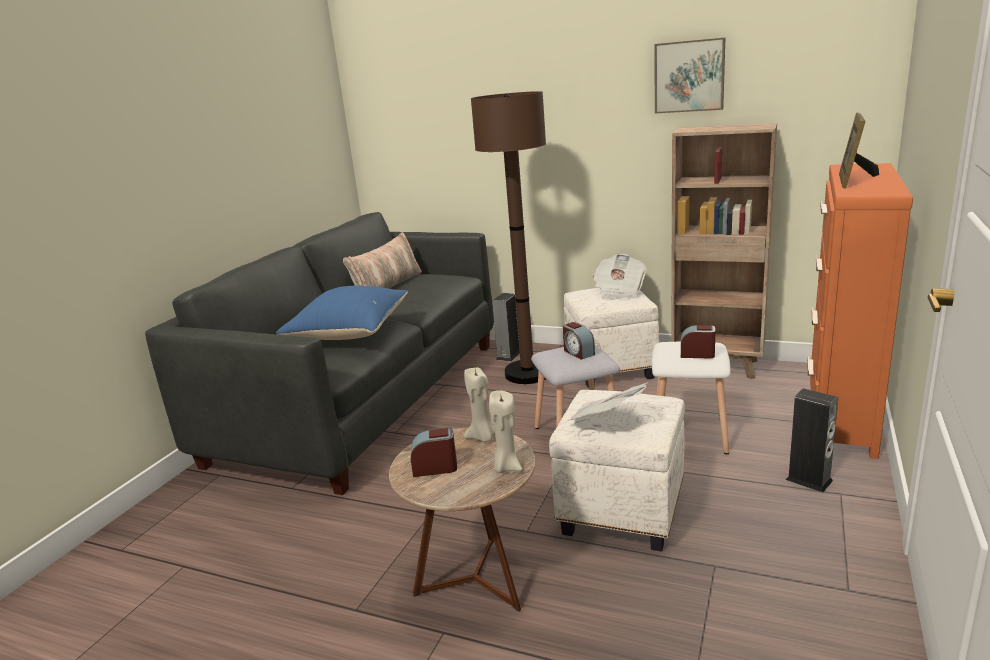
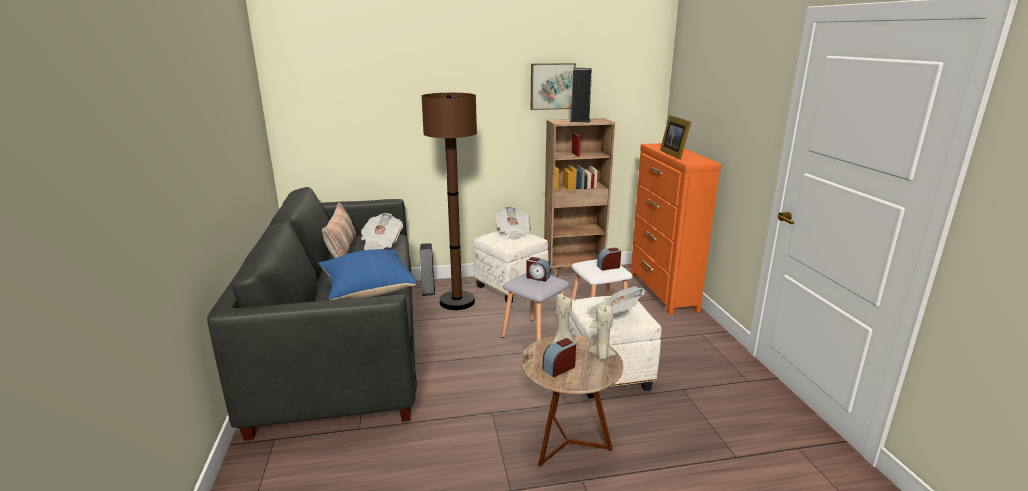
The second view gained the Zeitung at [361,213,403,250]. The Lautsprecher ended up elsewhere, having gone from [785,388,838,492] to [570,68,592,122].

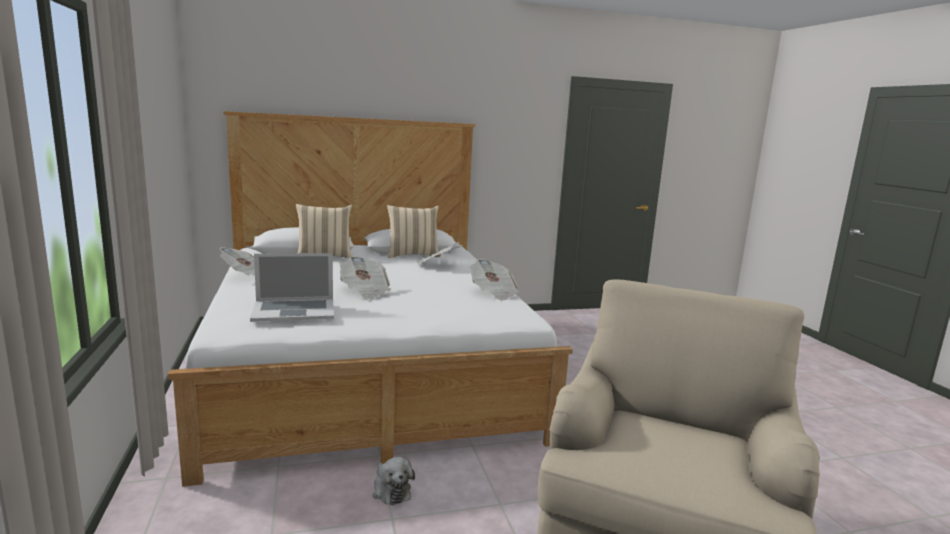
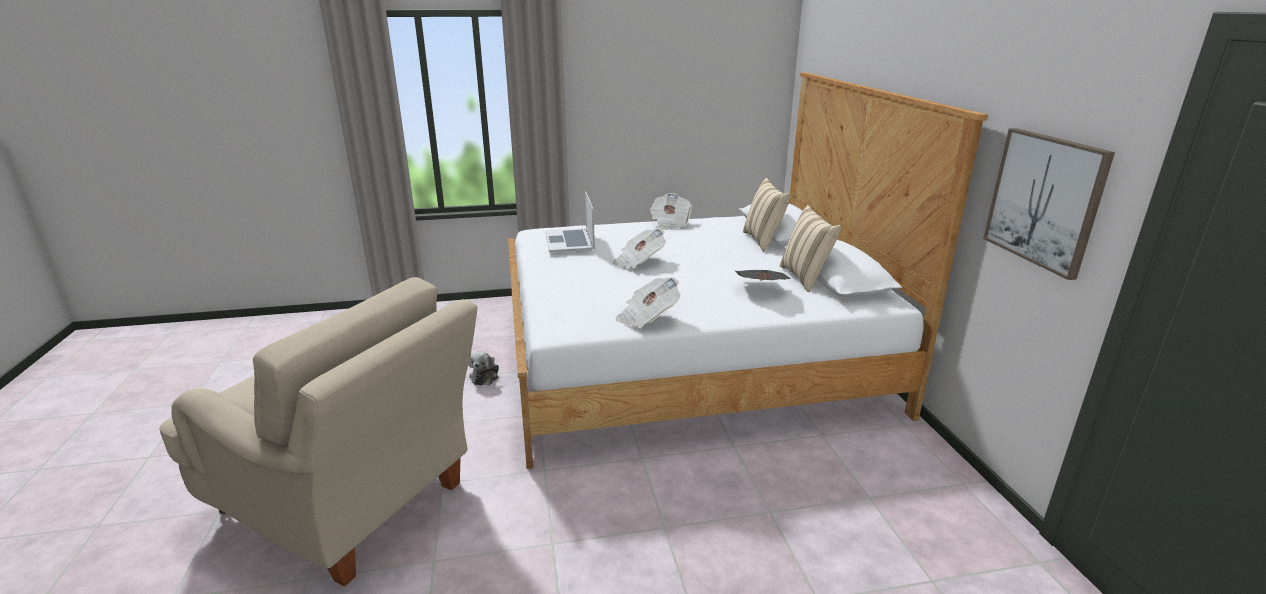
The second view gained the Bild at [983,128,1115,280]. The Plüschtier at [373,457,415,505] ended up facing another way, 60 degrees counterclockwise from before.

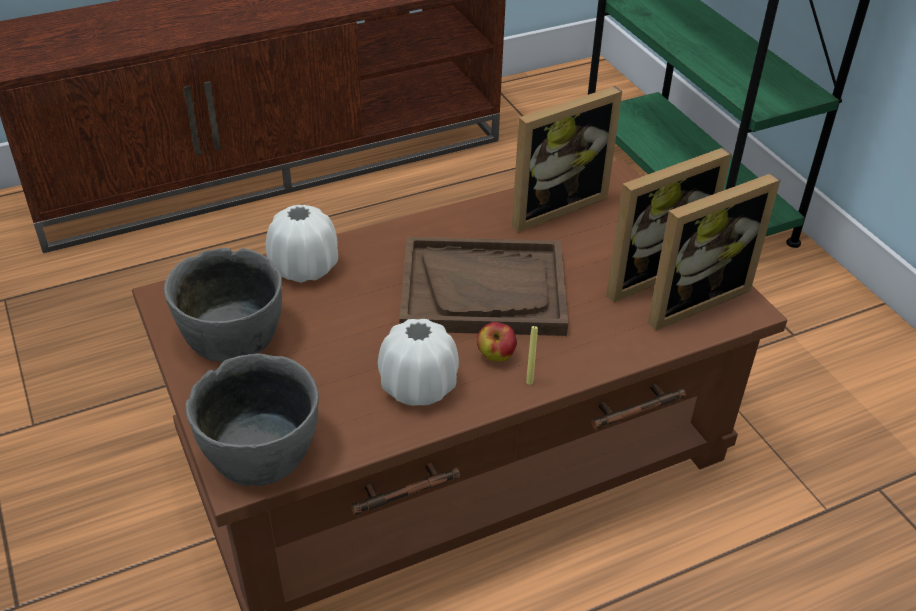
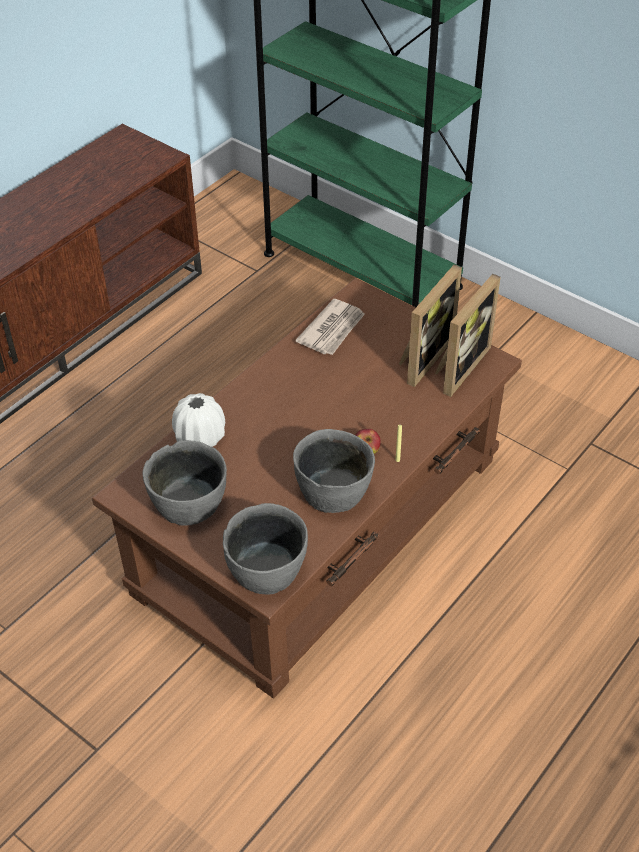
The second view lost the Tablett [braun] at [399,237,568,336]. Where the Vase [weiß] stood at [378,319,459,406], the Schüssel [grau] came to stand at [293,429,375,513]. Where the Bilderrahmen stood at [512,86,622,232], the Zeitung came to stand at [295,299,365,355].

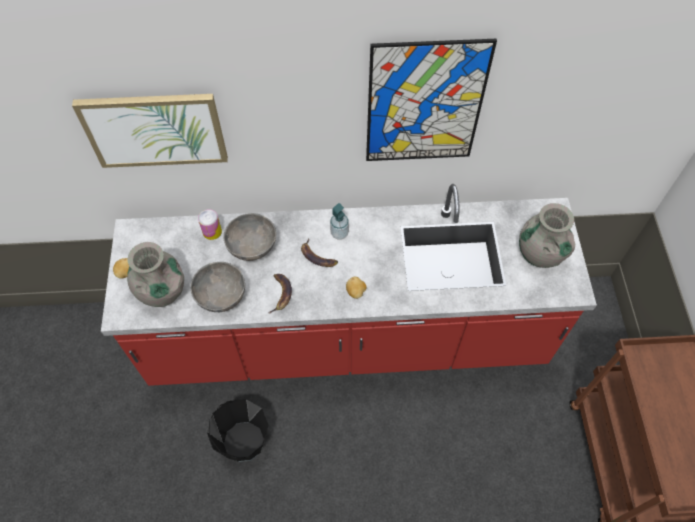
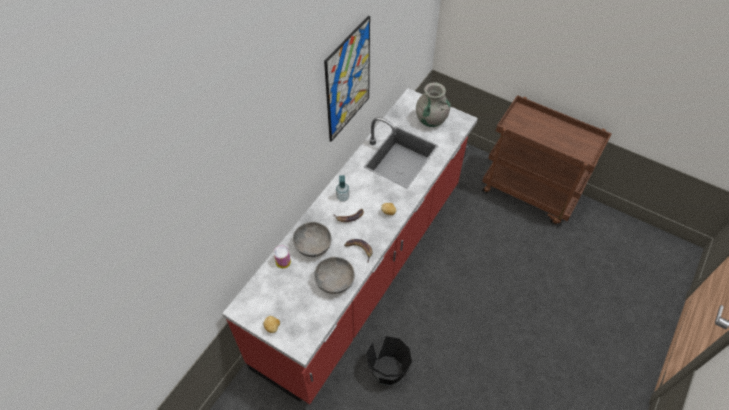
The second view lost the Bild at [72,94,228,168]. The second view lost the Vase [grau] at [127,242,184,307].

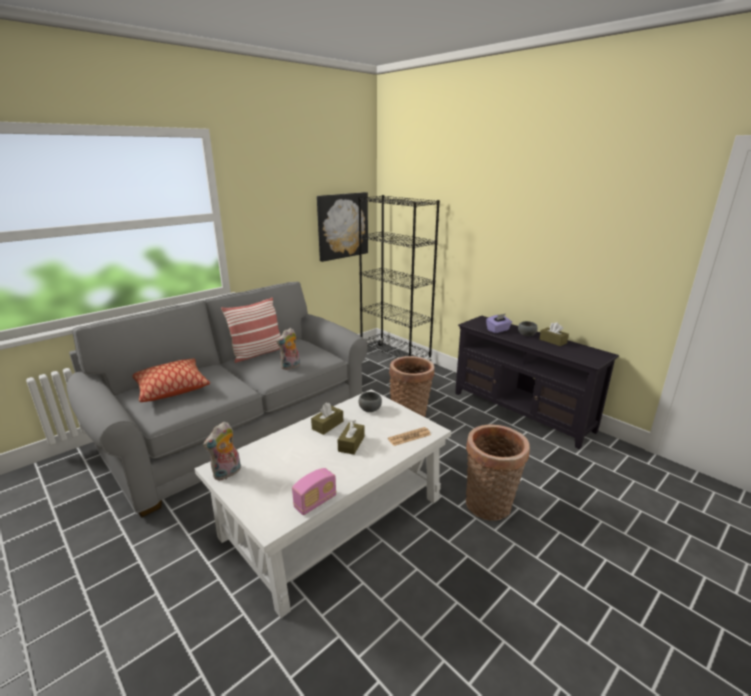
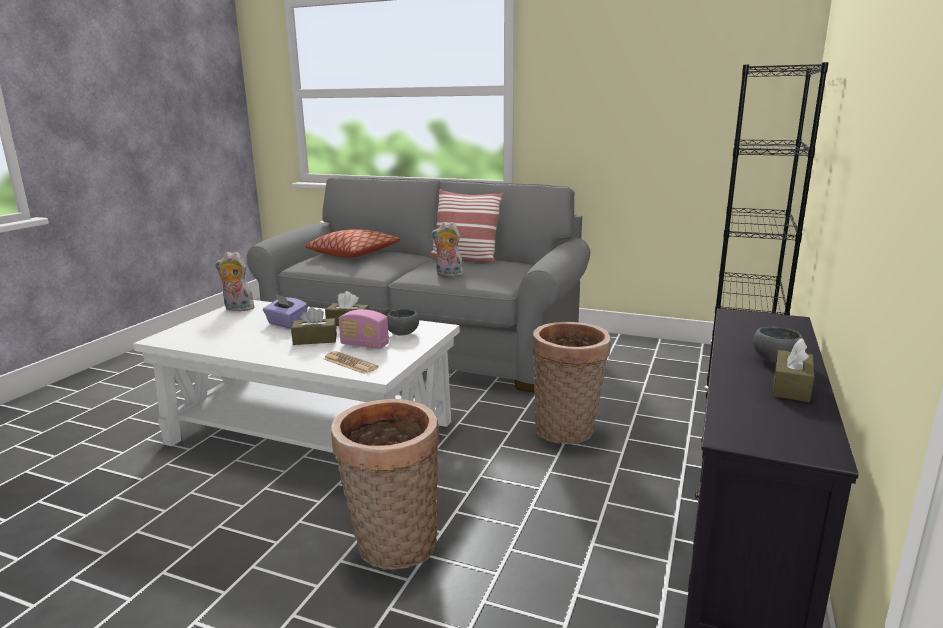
The second view lost the Bild at [317,192,368,262]. The Radio ended up elsewhere, having gone from [292,468,336,515] to [339,309,389,349]. The Taschentuchbox [lila] ended up elsewhere, having gone from [486,313,512,333] to [263,294,308,329].

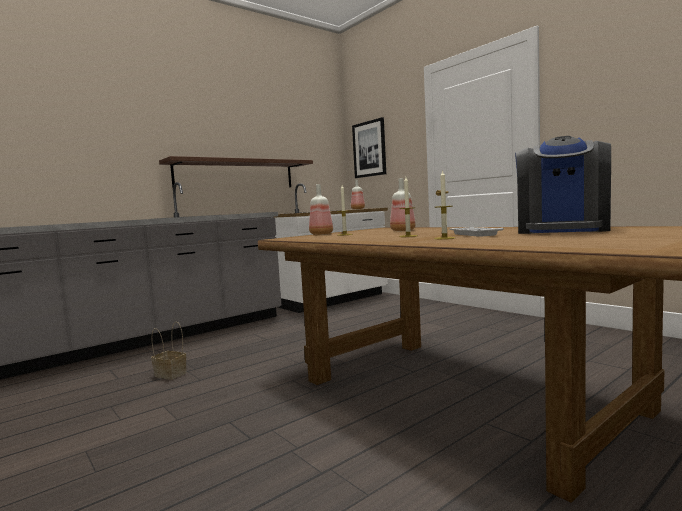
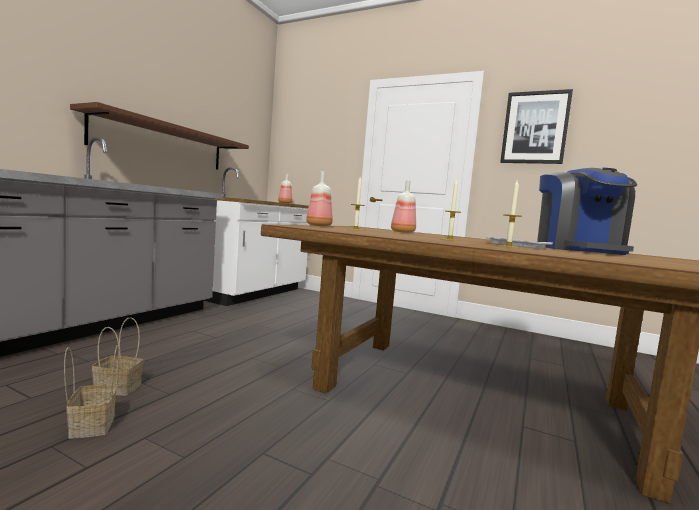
The second view gained the Korb at [64,345,119,439]. The Bild ended up elsewhere, having gone from [352,117,386,178] to [500,89,573,164].

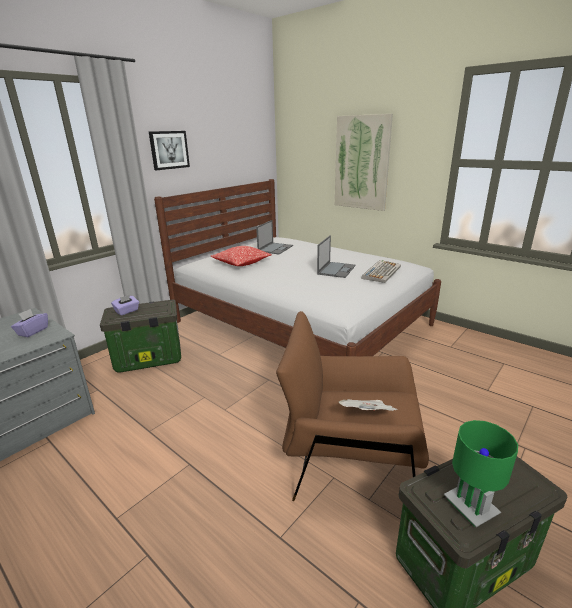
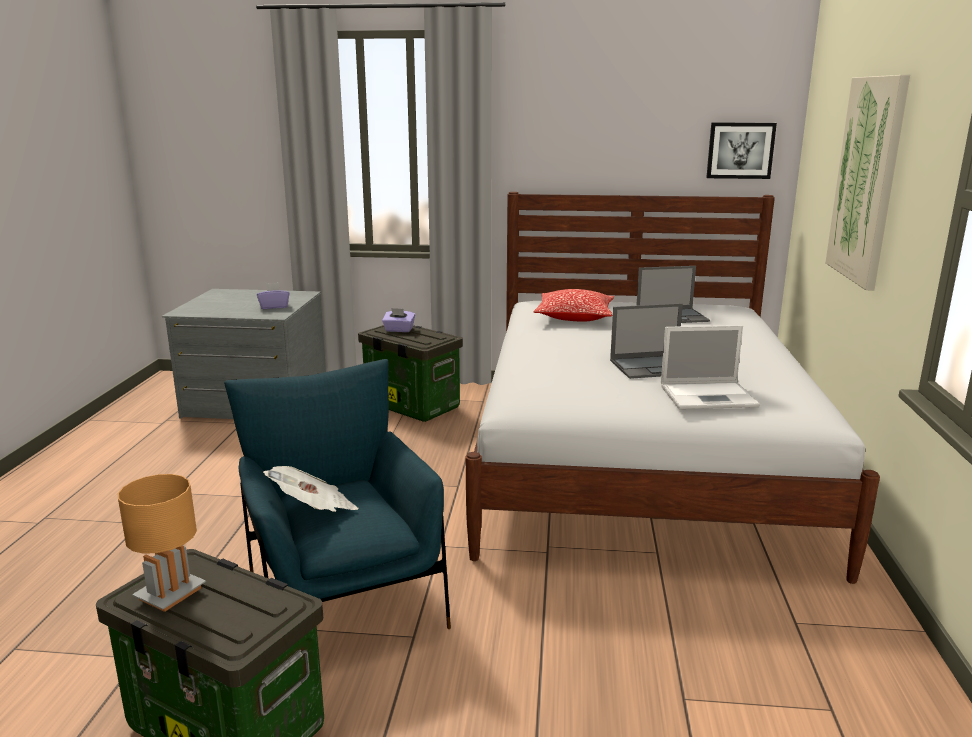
The Bild ended up elsewhere, having gone from [149,131,190,170] to [706,123,777,179]. Where the Tastatur stood at [361,260,401,283], the Laptop came to stand at [661,325,760,409]. What was the Sessel [braun] at [276,311,429,501] turned into the Sessel [blau] at [224,359,451,629]. What was the Tischlampe [grün] at [444,420,518,527] turned into the Tischlampe [braun] at [117,474,206,612].

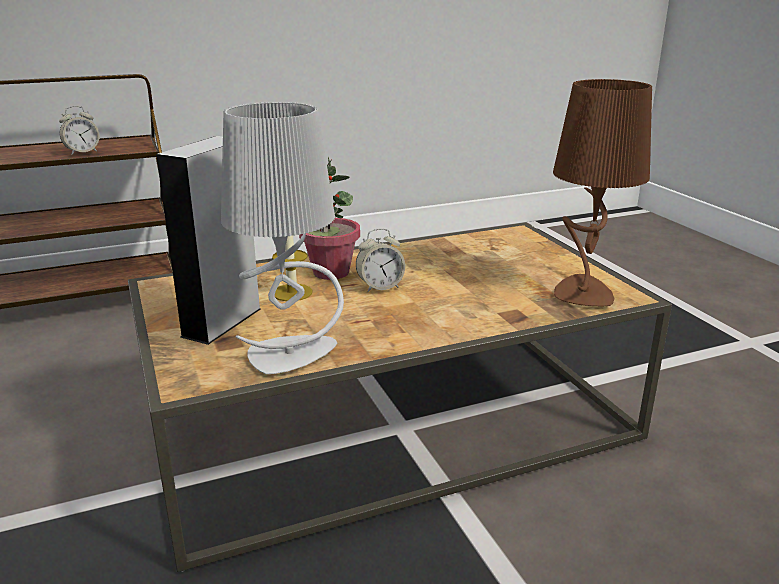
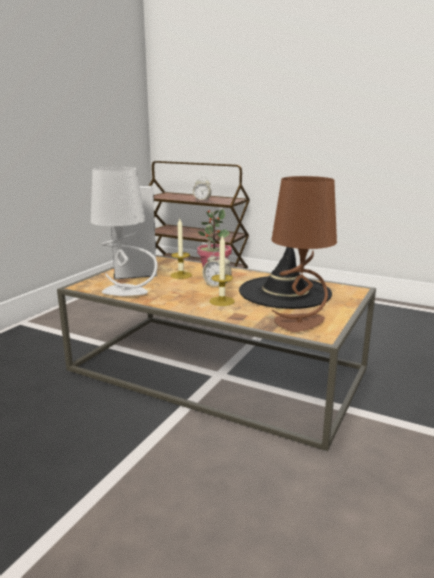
The second view gained the Kerze at [210,235,235,306]. The second view gained the Hut [schwarz] at [239,247,332,309].

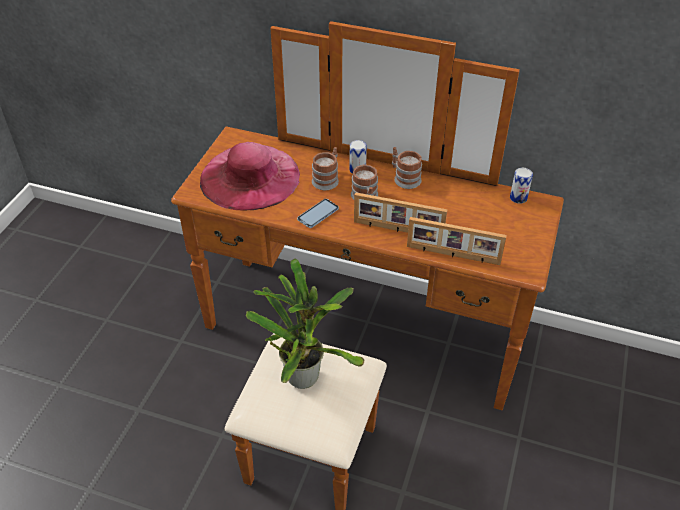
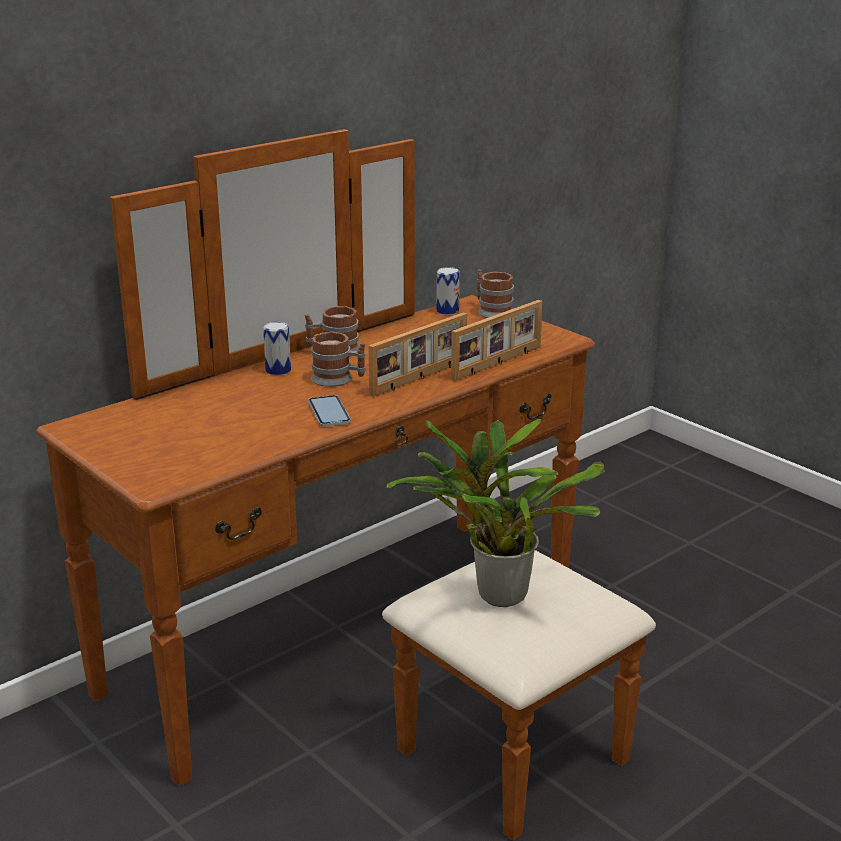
The second view lost the Hut [rosa] at [200,142,300,211]. The Henkelbecher ended up elsewhere, having gone from [312,147,339,190] to [476,270,514,318].

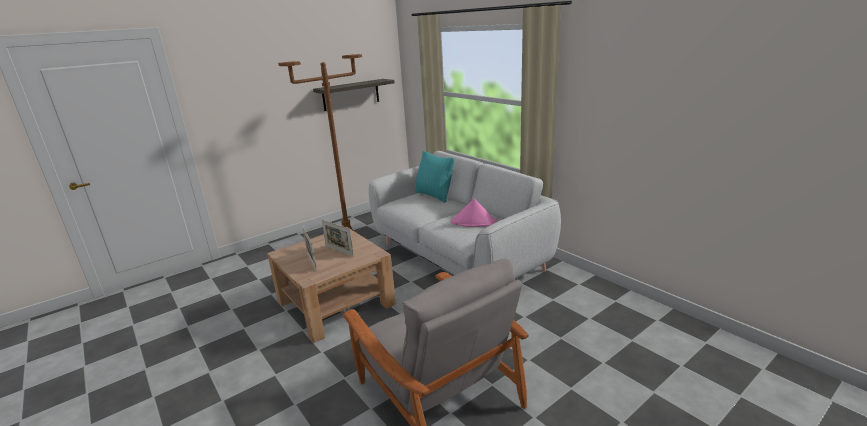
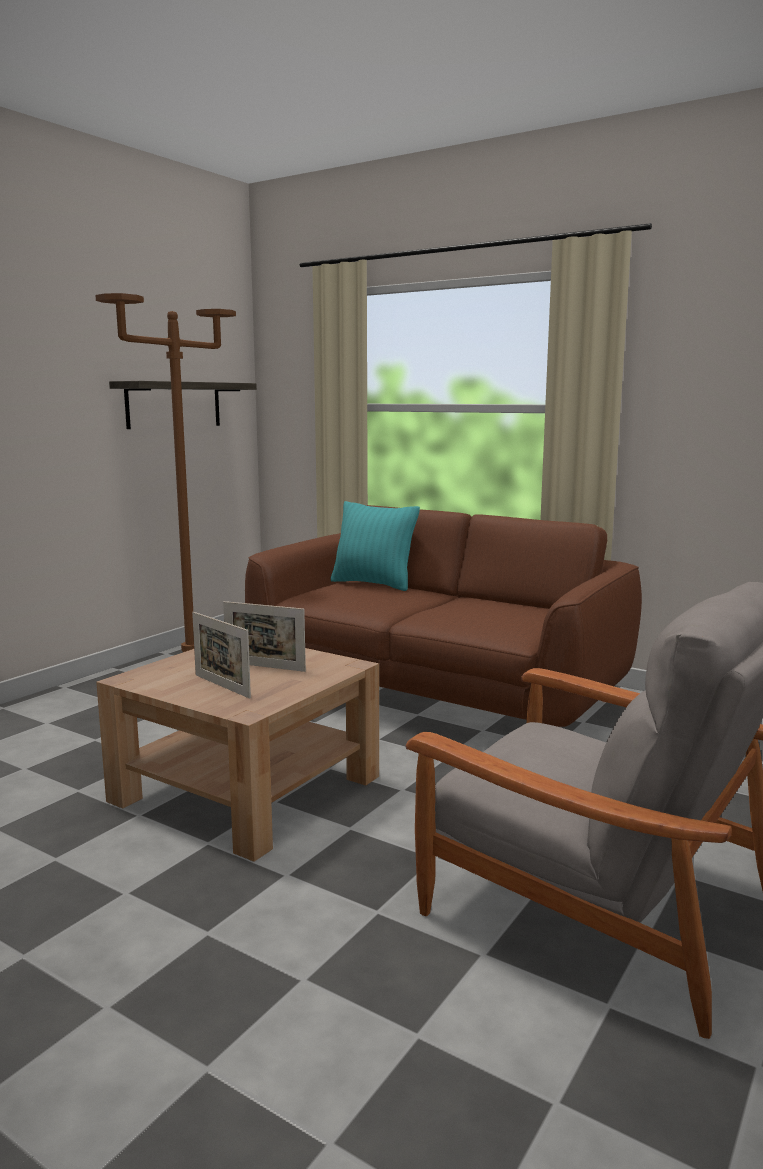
The second view lost the Hut [rosa] at [451,198,497,227]. What was the Sofa [grau] at [369,151,561,279] turned into the Sofa [braun] at [245,505,642,727].

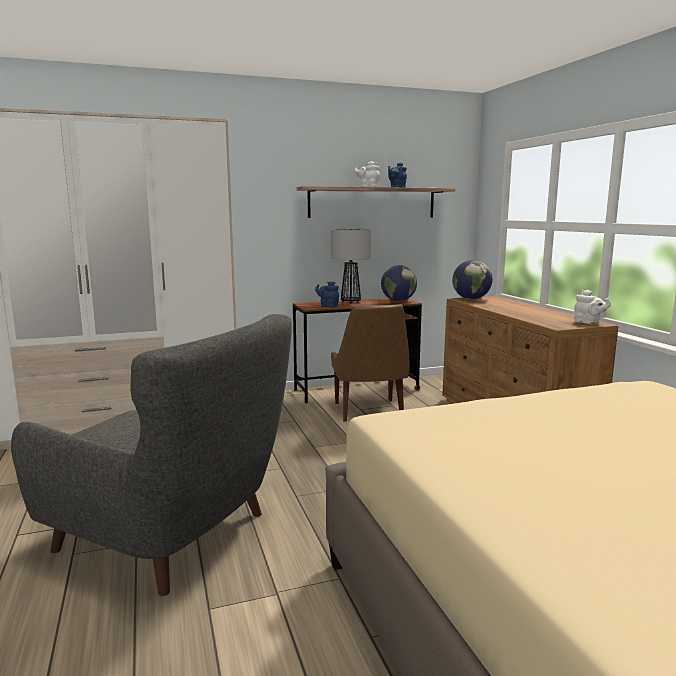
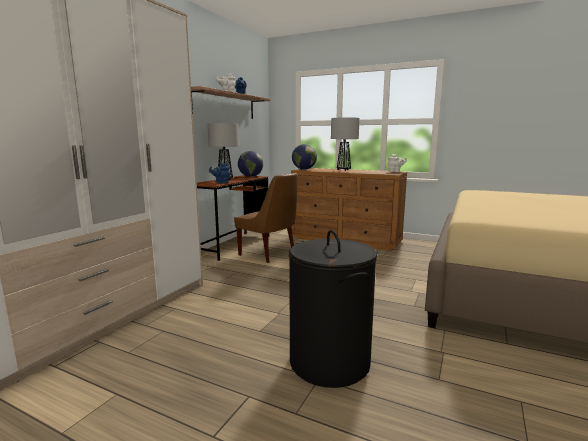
The second view gained the Tischlampe at [331,117,360,171]. Where the Sessel [grau] stood at [11,314,292,596], the Wäschekorb [schwarz] came to stand at [289,230,378,388].

